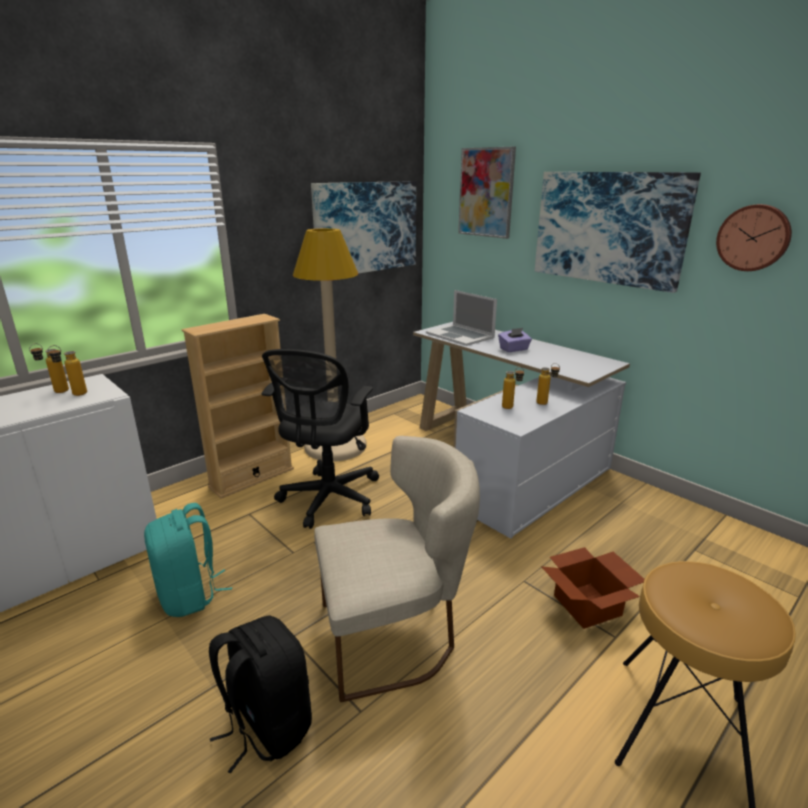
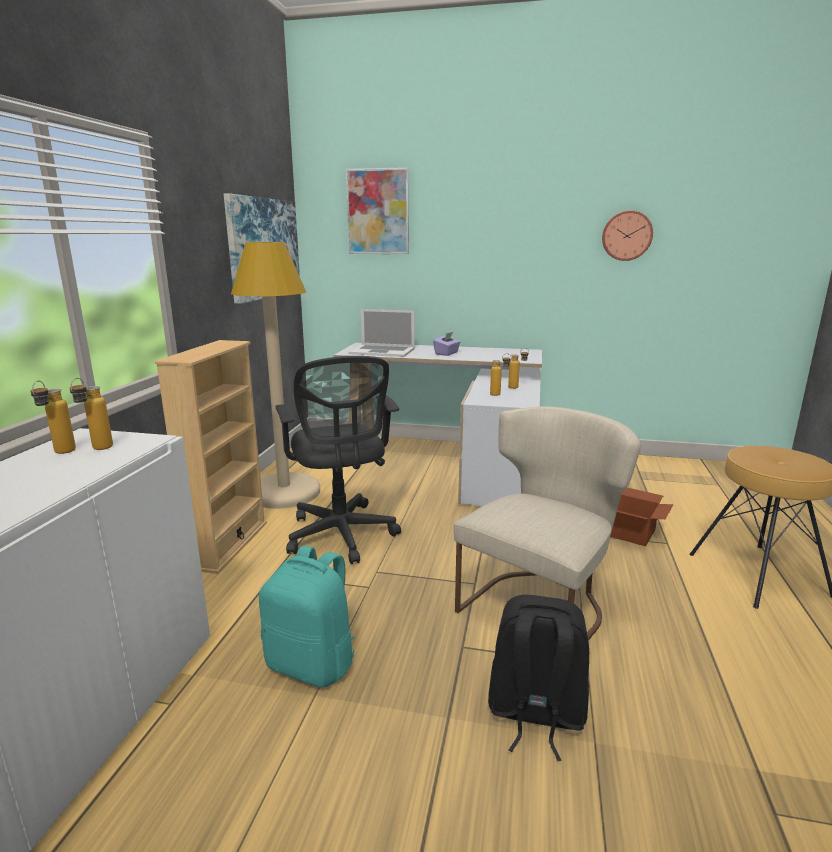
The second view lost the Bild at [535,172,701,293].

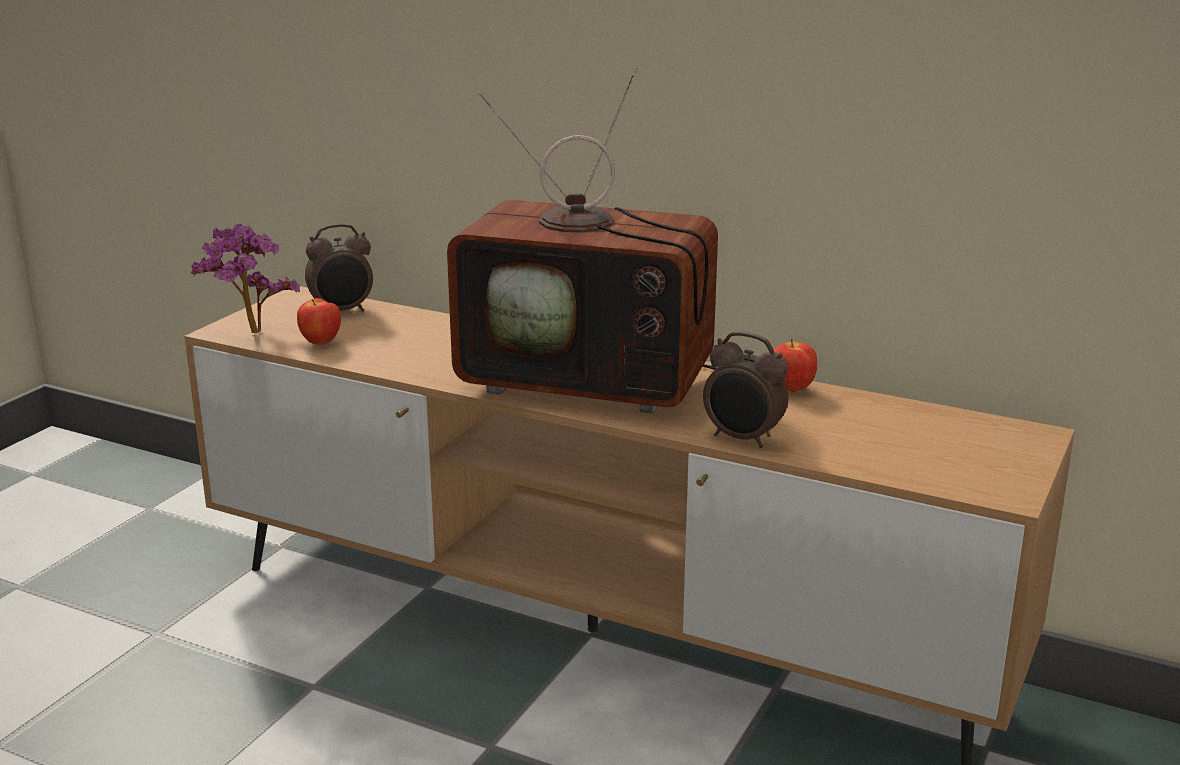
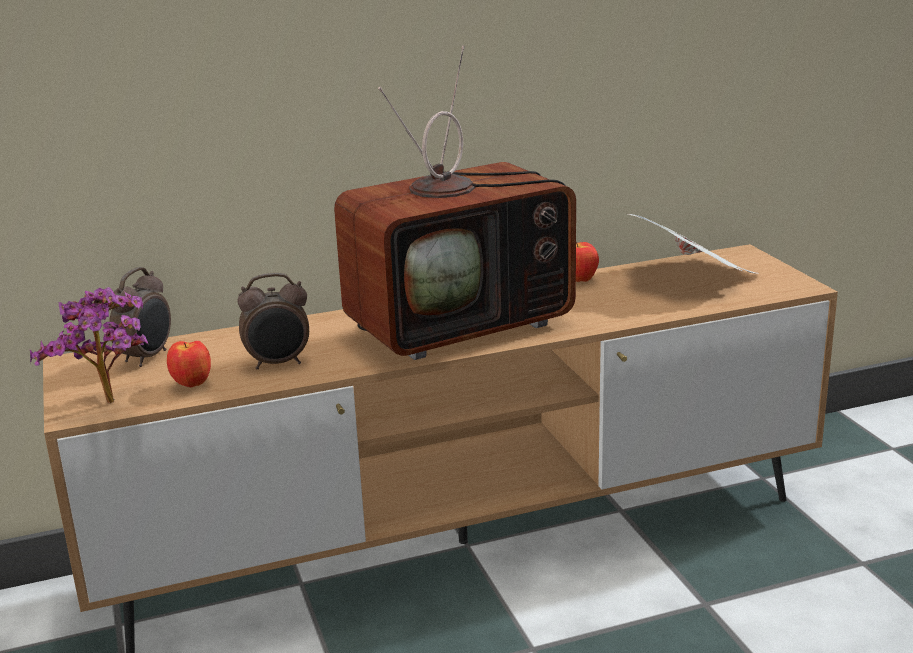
The second view gained the Zeitung at [628,214,760,274]. The Wecker ended up elsewhere, having gone from [703,331,789,448] to [238,273,309,369].

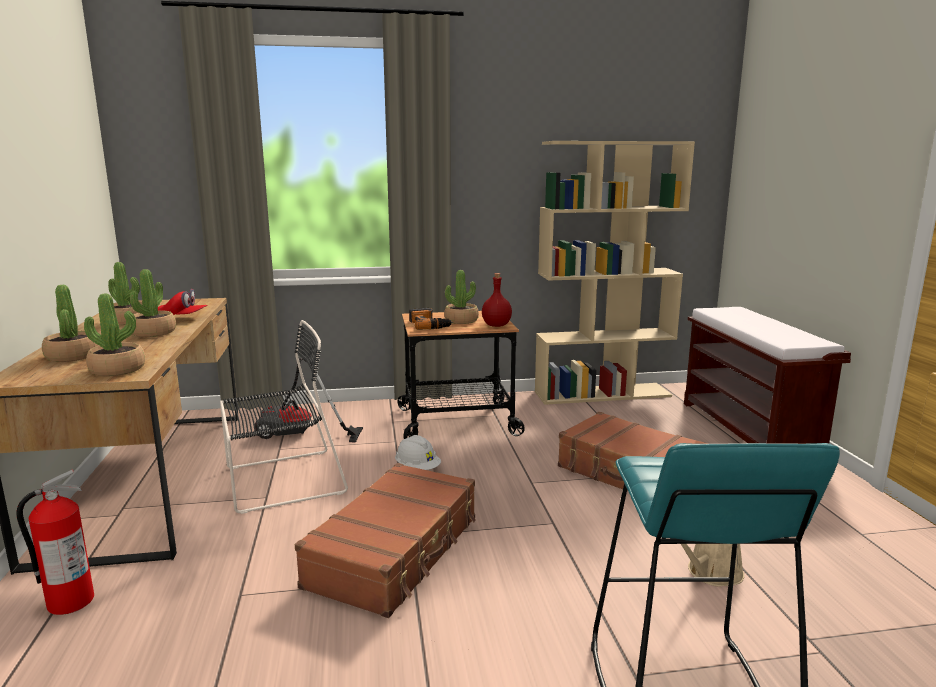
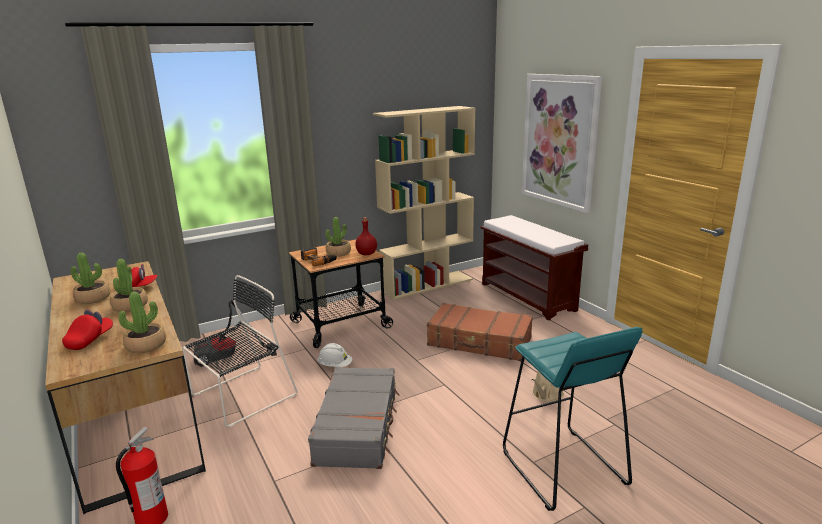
The second view gained the Bild at [522,74,602,213]. Where the Topfpflanze stood at [42,285,99,362], the Kappe [rot] came to stand at [62,310,113,350]. What was the Koffer [braun] at [295,463,476,618] turned into the Koffer [grau] at [308,367,400,469].

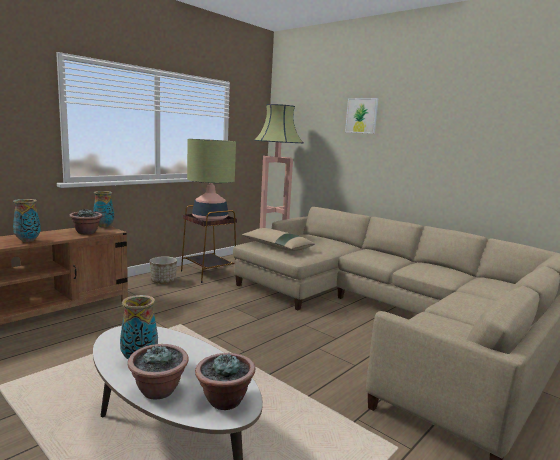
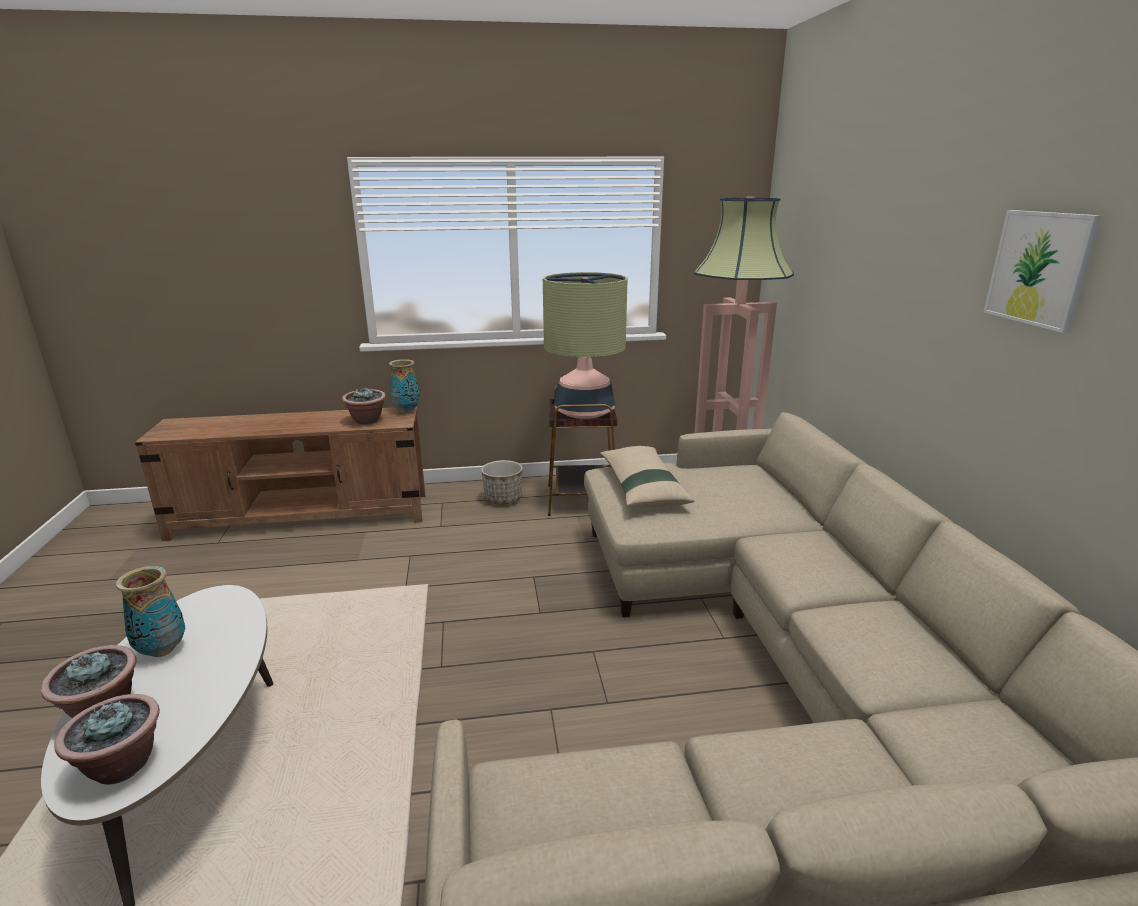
The second view lost the Vase at [13,199,41,242]. The Bild ended up elsewhere, having gone from [345,98,378,134] to [984,210,1102,333].

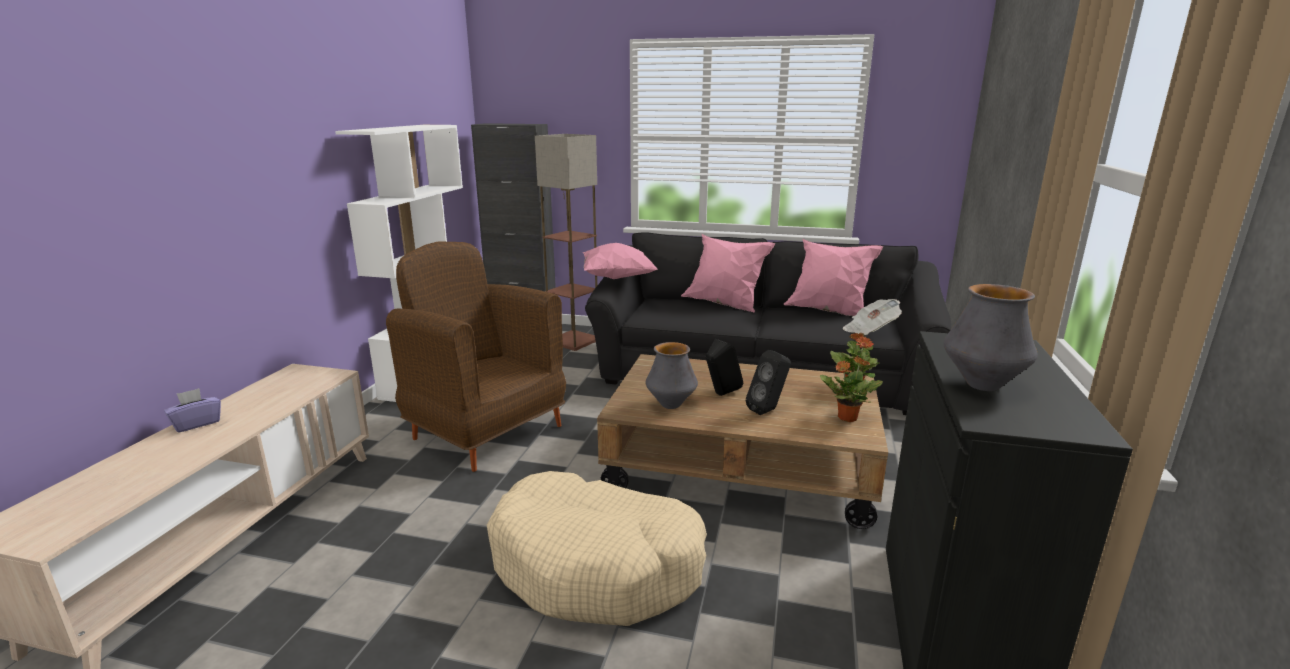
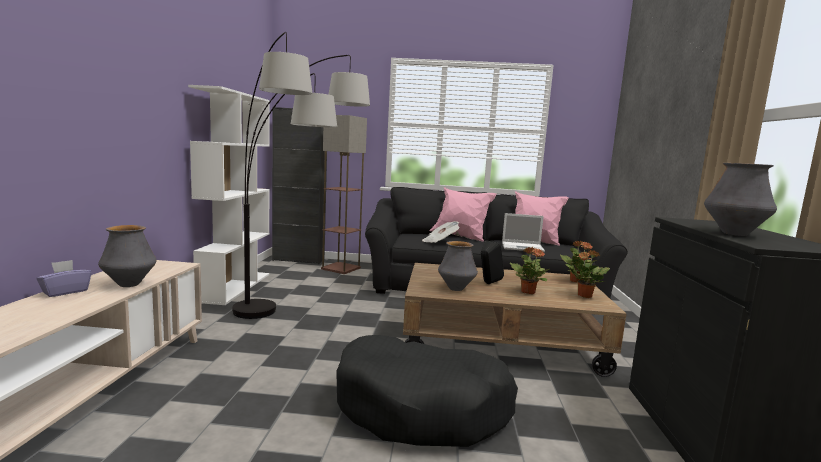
The second view lost the Kissen [rosa] at [583,243,658,279]. The second view gained the Vase at [98,225,157,287]. The second view gained the Laptop at [502,213,545,252]. The Zeitung ended up elsewhere, having gone from [843,299,902,335] to [422,221,459,243]. Where the Sessel [braun] stood at [386,242,566,472], the Stehlampe came to stand at [232,32,370,319]. Where the Lautsprecher [schwarz] stood at [746,350,791,415], the Topfpflanze came to stand at [510,247,549,294]. What was the Hundebett [beige] at [487,471,707,626] turned into the Hundebett [schwarz] at [336,335,518,447].

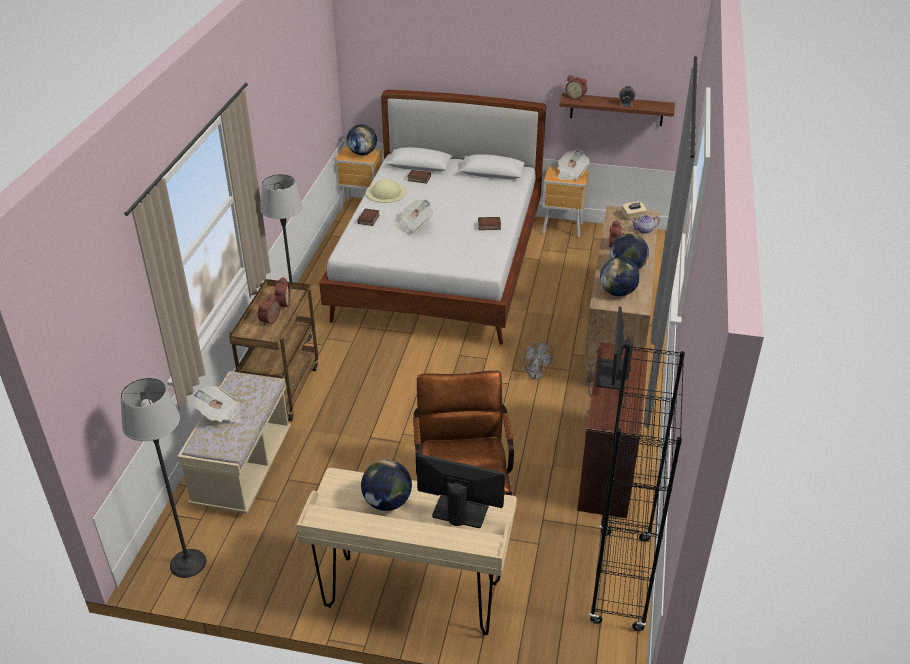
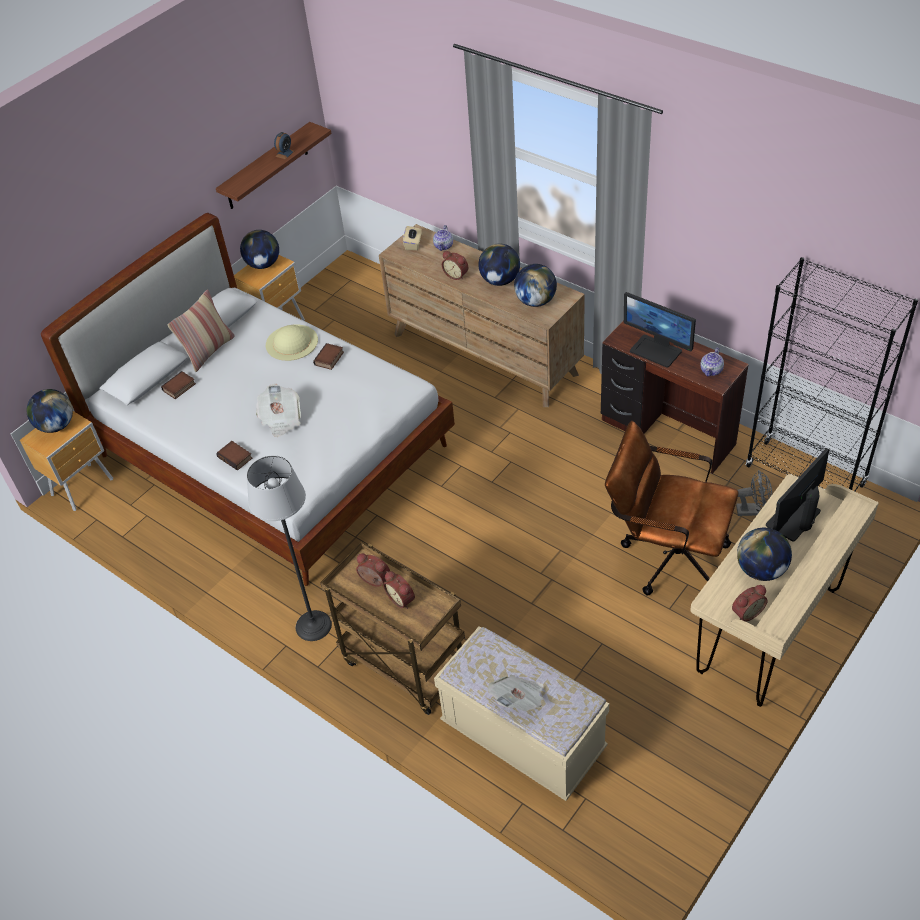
The second view lost the Stehlampe at [120,378,206,578]. The second view gained the Kissen at [168,289,235,372]. The second view gained the Teekanne at [700,348,724,376]. The Hut [beige] ended up elsewhere, having gone from [366,179,407,203] to [266,324,318,361]. The Ventilator [grau] ended up elsewhere, having gone from [524,342,554,380] to [736,470,772,516]. The Wecker ended up elsewhere, having gone from [565,75,587,100] to [732,585,768,622]. Where the Zeitung stood at [557,150,590,180], the Globus came to stand at [240,230,279,269].

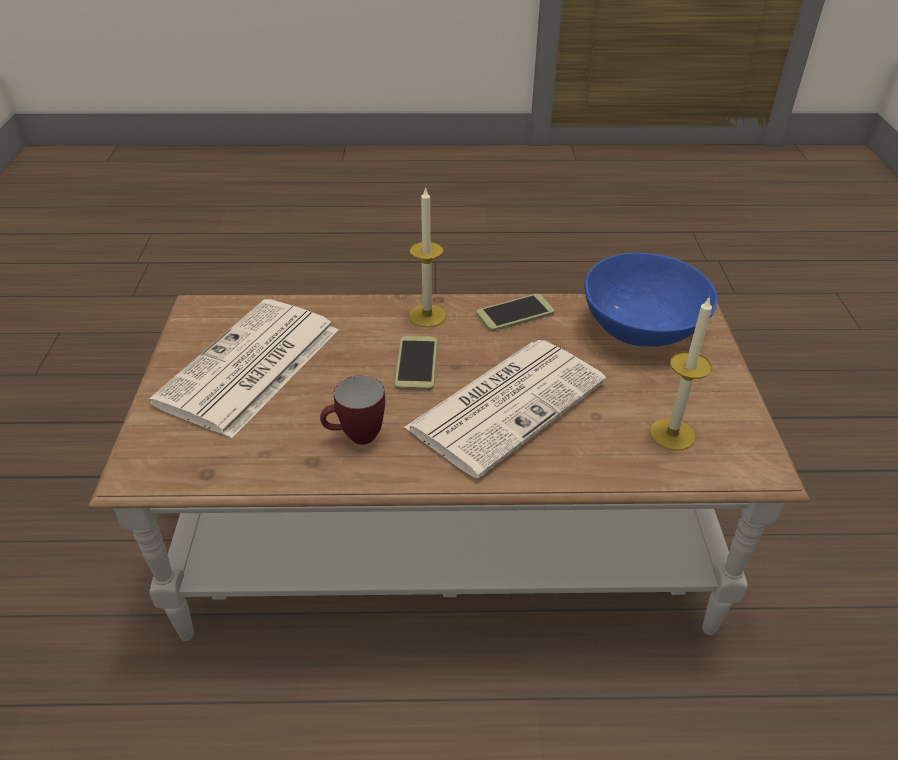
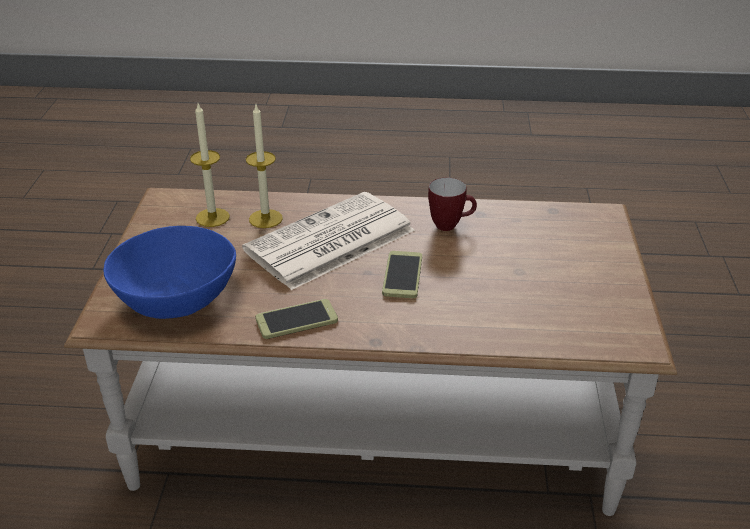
The second view lost the Zeitung at [149,299,338,438]. The Kerze ended up elsewhere, having gone from [409,187,446,327] to [246,105,283,228].

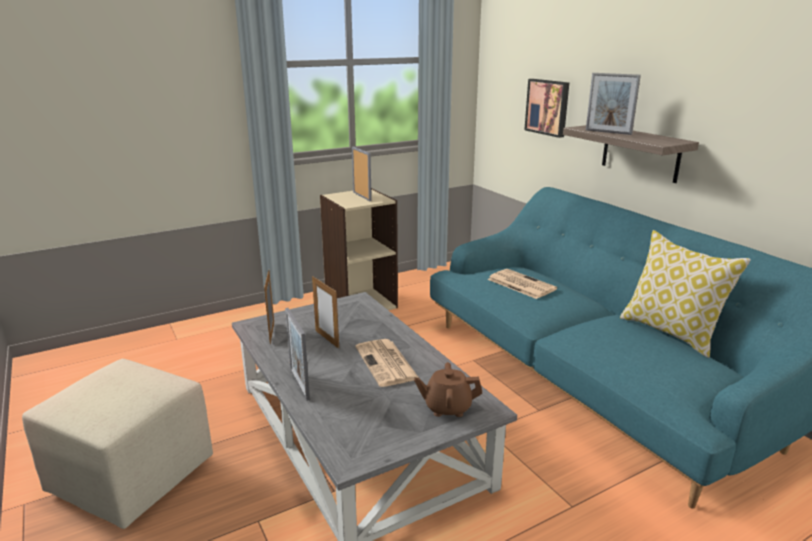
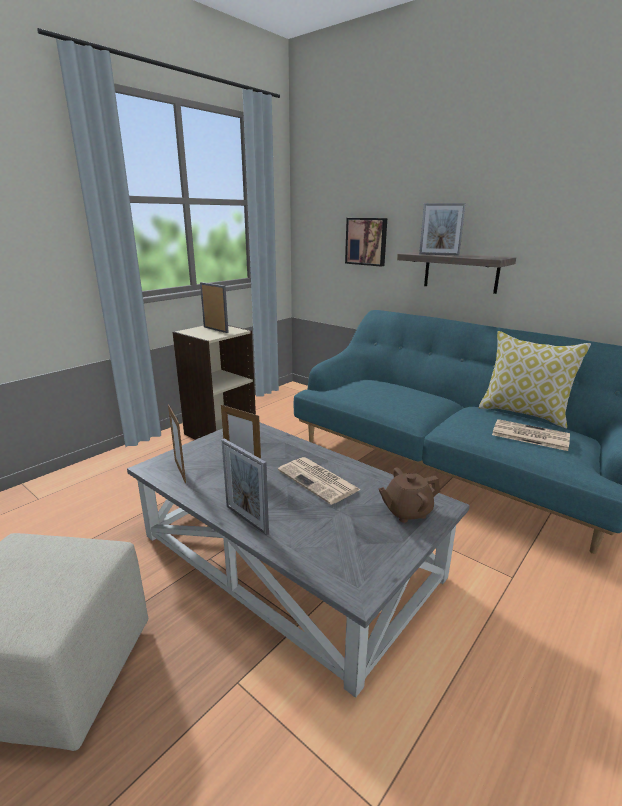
The Zeitung ended up elsewhere, having gone from [487,269,557,299] to [492,419,570,451].

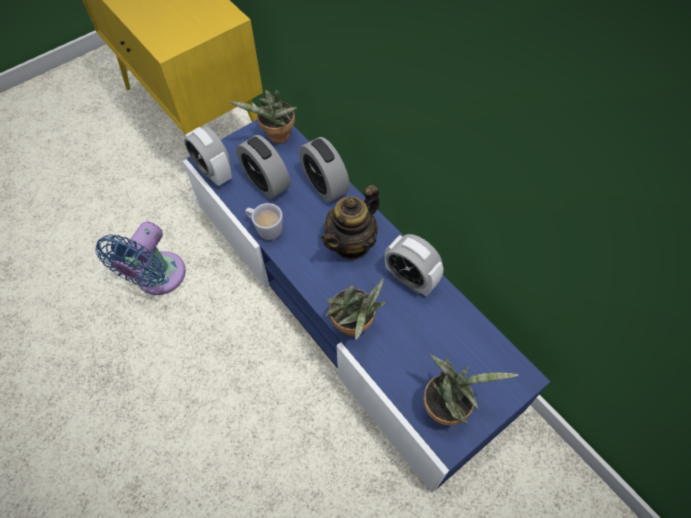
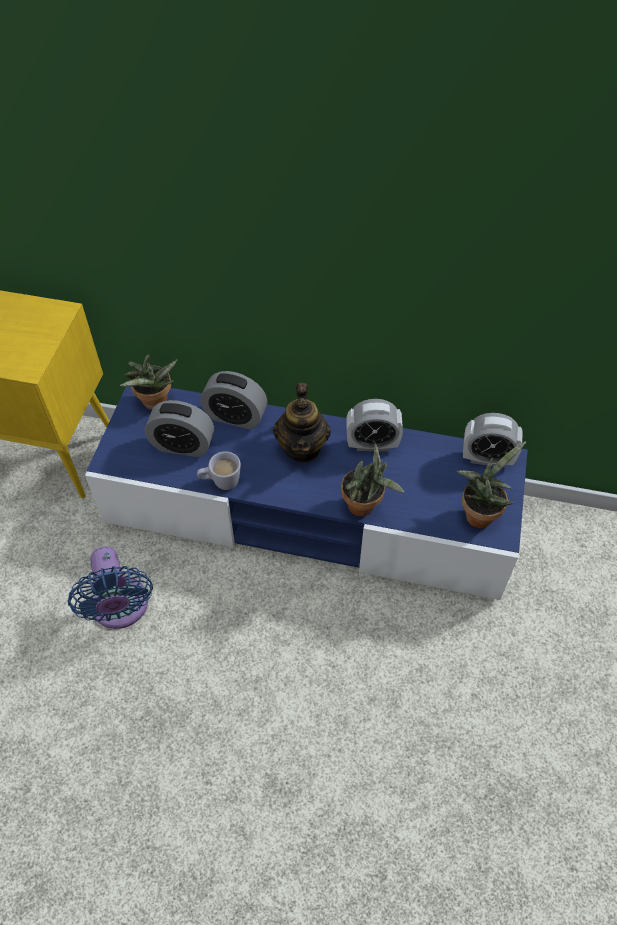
The Wecker ended up elsewhere, having gone from [184,126,232,186] to [463,413,523,466].

